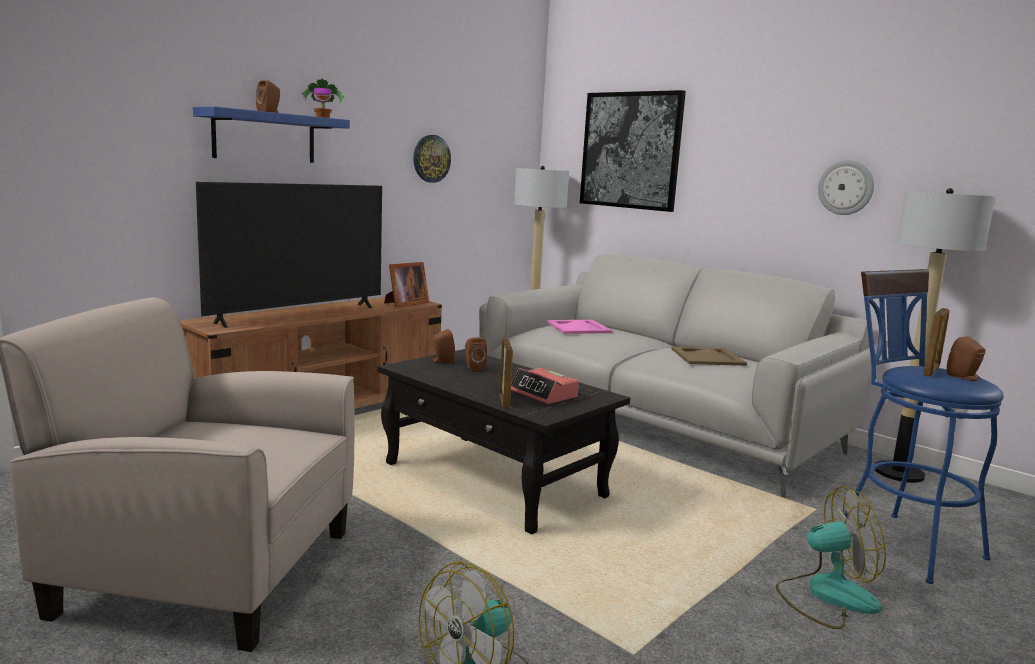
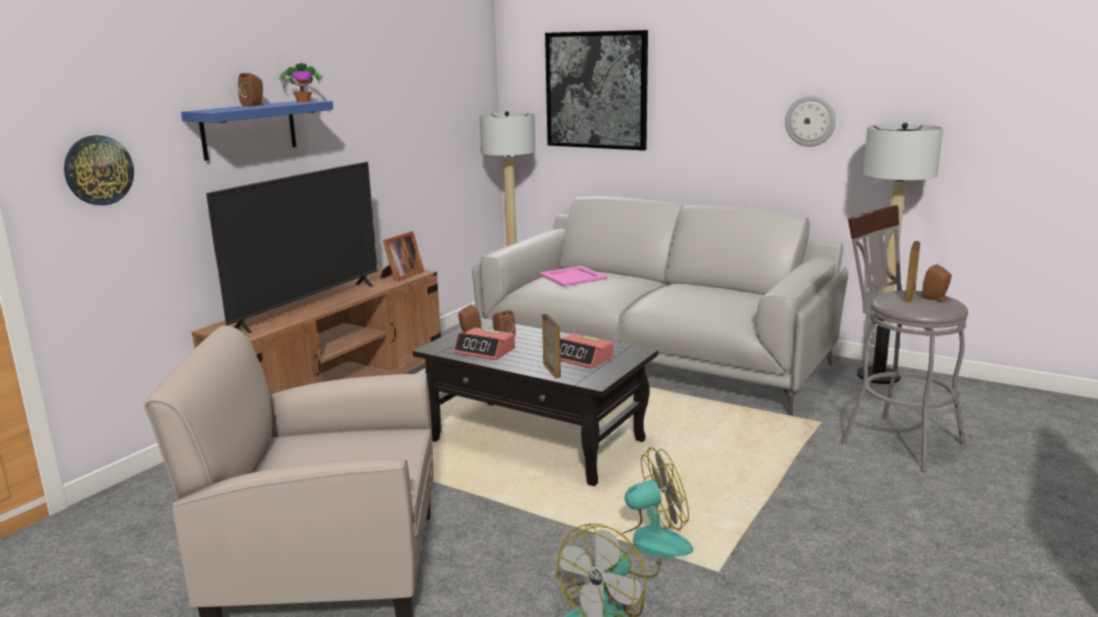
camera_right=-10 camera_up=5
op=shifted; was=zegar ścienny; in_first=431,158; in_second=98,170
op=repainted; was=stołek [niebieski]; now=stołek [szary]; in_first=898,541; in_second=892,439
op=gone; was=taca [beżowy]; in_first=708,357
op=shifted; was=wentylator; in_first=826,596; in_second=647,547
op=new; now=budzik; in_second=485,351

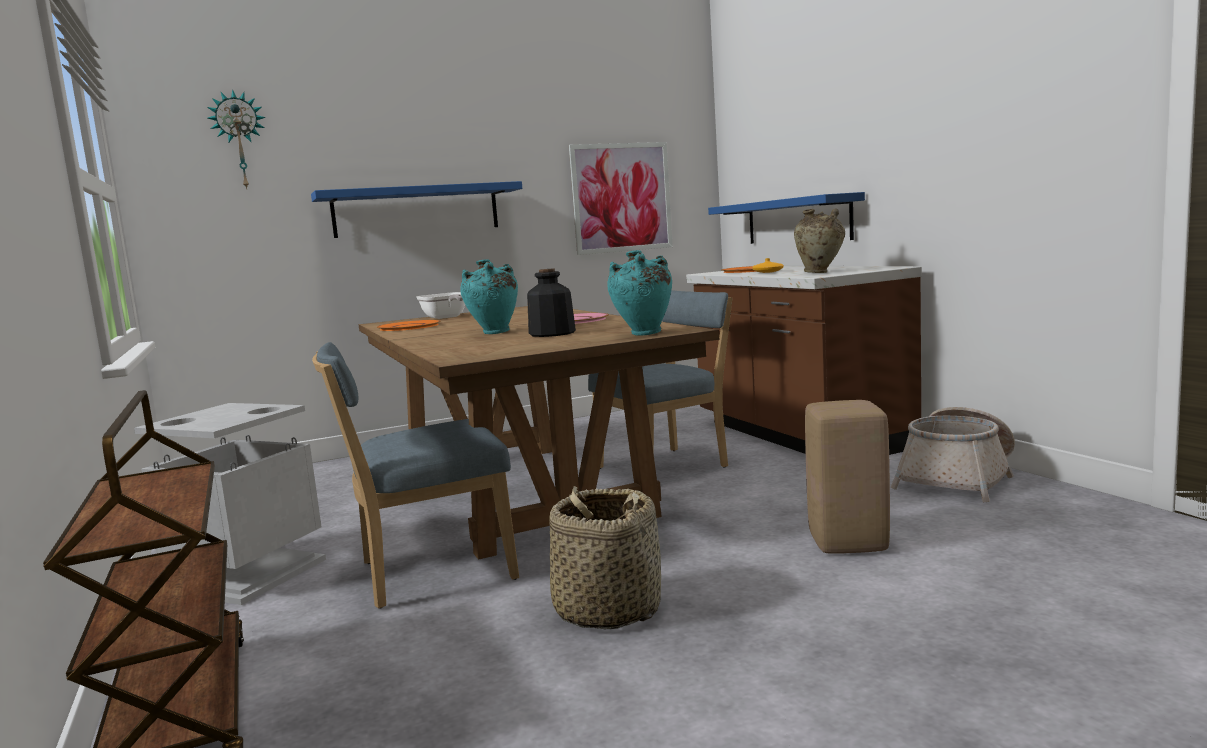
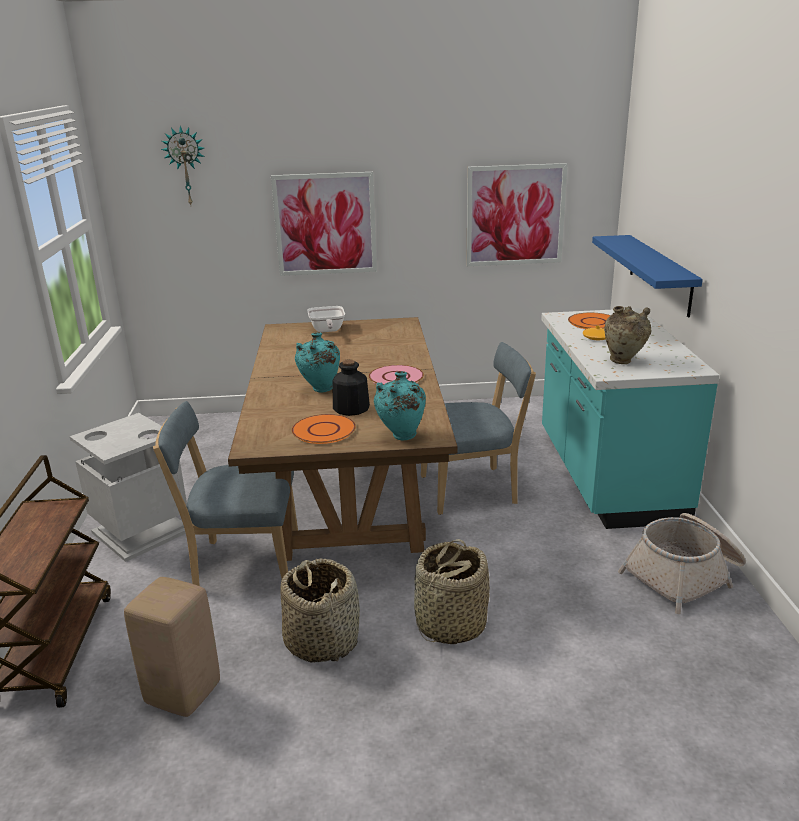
camera_right=20 camera_up=15
op=swapped; was=półka [niebieski]; now=obraz; in_first=416,210; in_second=325,224
op=repainted; was=zabudowa kuchenna [brązowy]; now=zabudowa kuchenna [turkusowy]; in_first=798,436; in_second=606,476
op=shifted; was=talerz [pomarańczowy]; in_first=409,327; in_second=323,430
op=shifted; was=stołek [beżowy]; in_first=848,542; in_second=184,692
op=new; now=koszyk; in_second=450,624

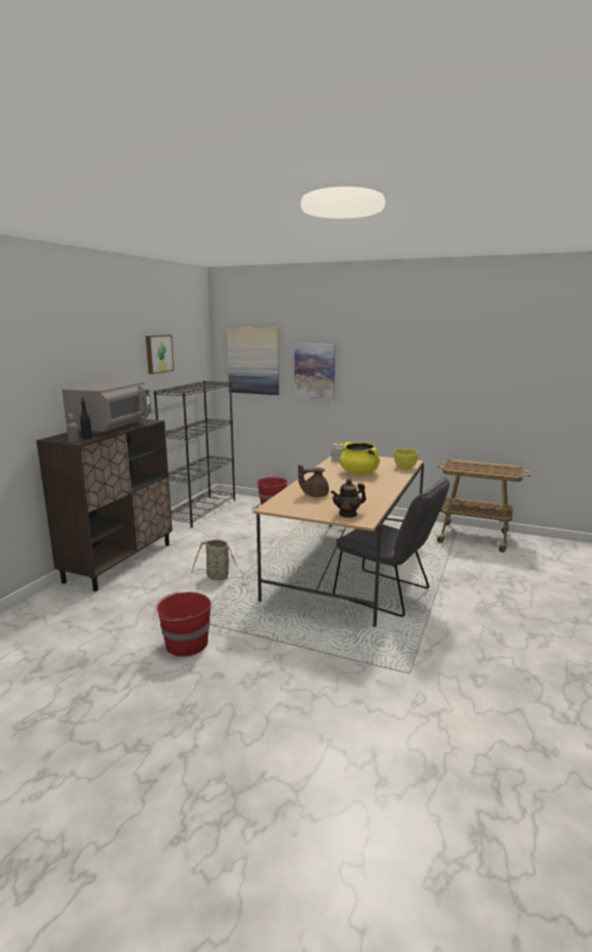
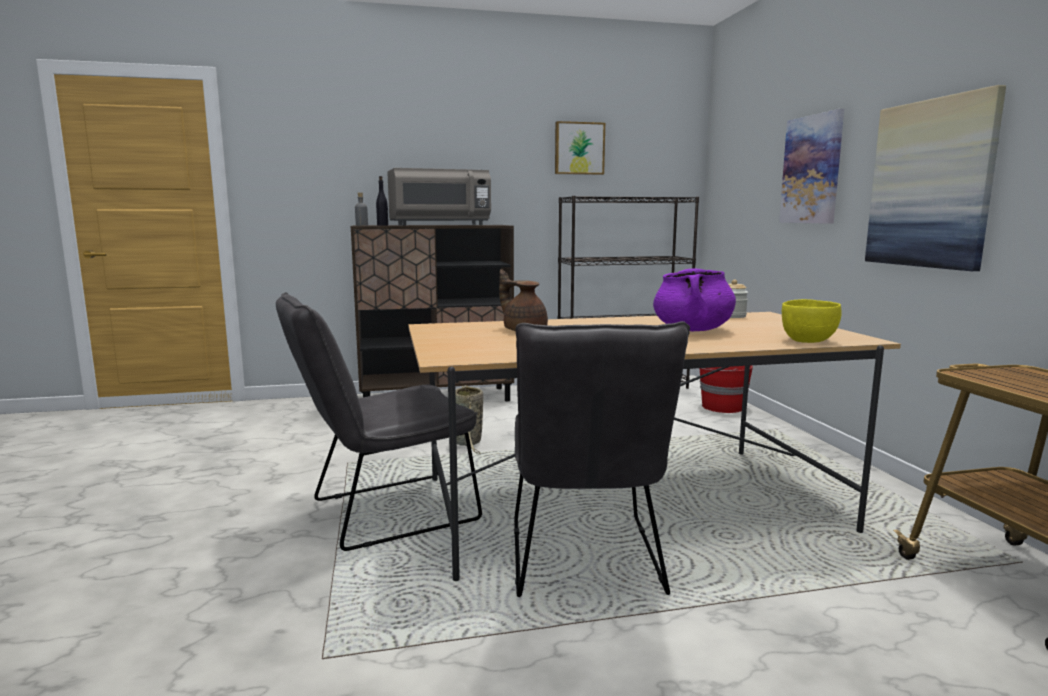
camera_right=55 camera_up=-5
op=shifted; was=obraz; in_first=253,360; in_second=930,184
op=repainted; was=garnek [żółty]; now=garnek [fioletowy]; in_first=359,473; in_second=692,330
op=gone; was=imbryk; in_first=348,514
op=gone; was=wiadro [czerwony]; in_first=185,644
op=new; now=krzesło [szary]; in_second=383,513

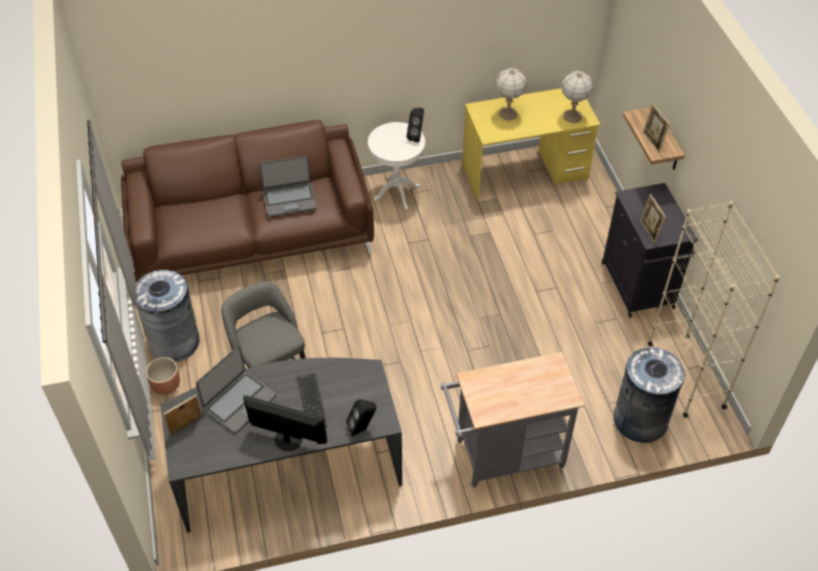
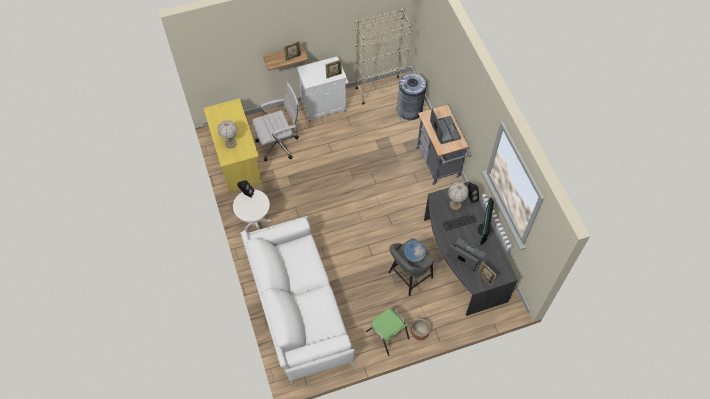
camera_right=-95 camera_up=10
op=shifted; was=lampa stołowa; in_first=572,117; in_second=455,205
op=repainted; was=kanapa [brązowy]; now=kanapa [biały]; in_first=252,236; in_second=298,306
op=shifted; was=laptop; in_first=289,200; in_second=444,130
op=repainted; was=szafka [czarny]; now=szafka [biały]; in_first=638,286; in_second=324,107
op=swapped; was=kosz na śmieci [szary]; now=krzesło [zielony]; in_first=174,342; in_second=388,335
op=new; now=krzesło biurowe [biały]; in_second=279,144
op=new; now=globus; in_second=414,256

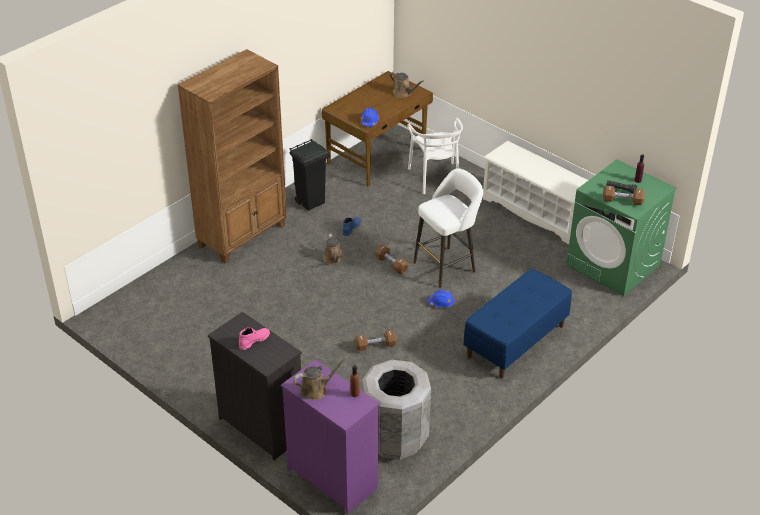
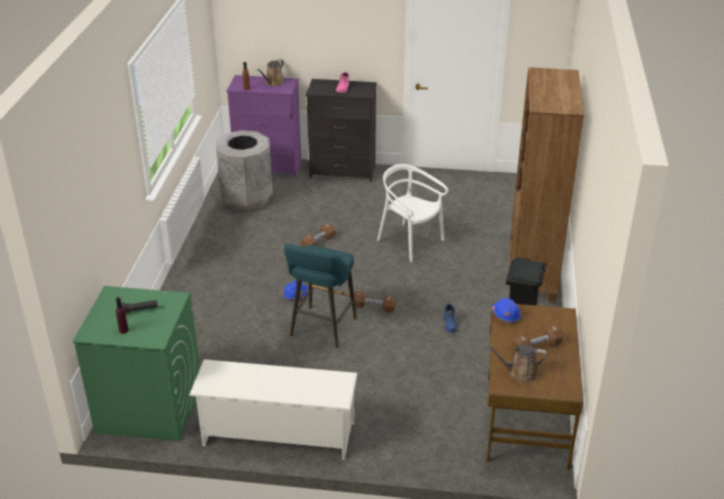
camera_right=145 camera_up=-5
op=shifted; was=krzesło [biały]; in_first=435,178; in_second=410,242
op=repainted; was=stołek [biały]; now=stołek [turkusowy]; in_first=447,266; in_second=321,329
op=shifted; was=hantel [brązowy]; in_first=622,201; in_second=536,347
op=gone; was=konewka [brązowy]; in_first=333,259
op=gone; was=ławka [niebieski]; in_first=516,341

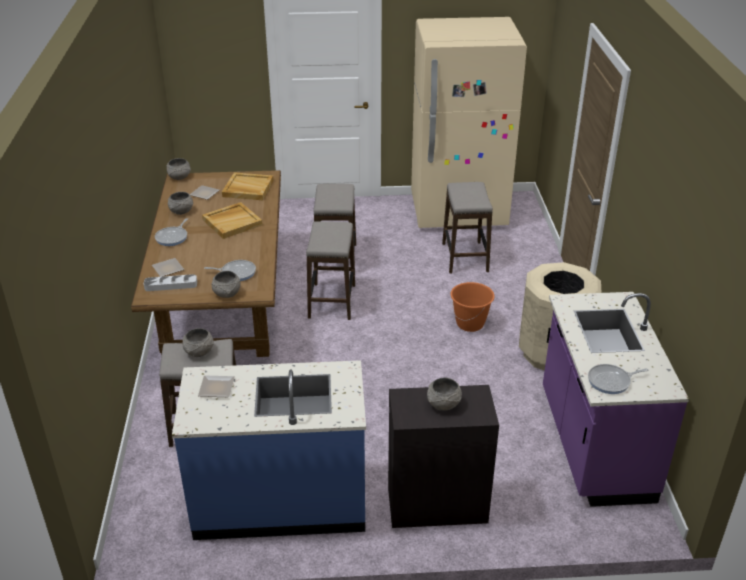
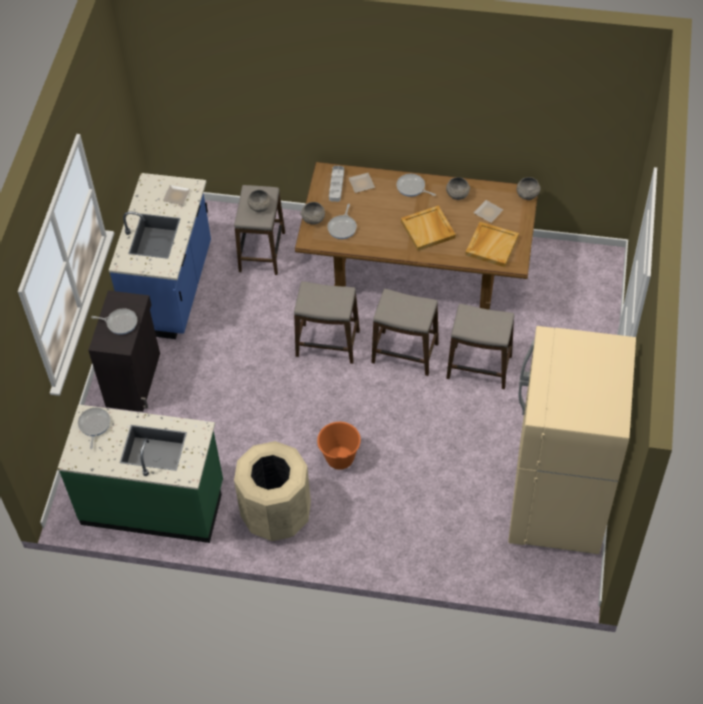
camera_right=105 camera_up=20
op=shifted; was=stołek; in_first=465,257; in_second=328,344
op=repainted; was=zabudowa kuchenna [fioletowy]; now=zabudowa kuchenna [zielony]; in_first=593,445; in_second=153,503
op=swapped; was=miska [szary]; now=patelnia; in_first=443,404; in_second=120,322

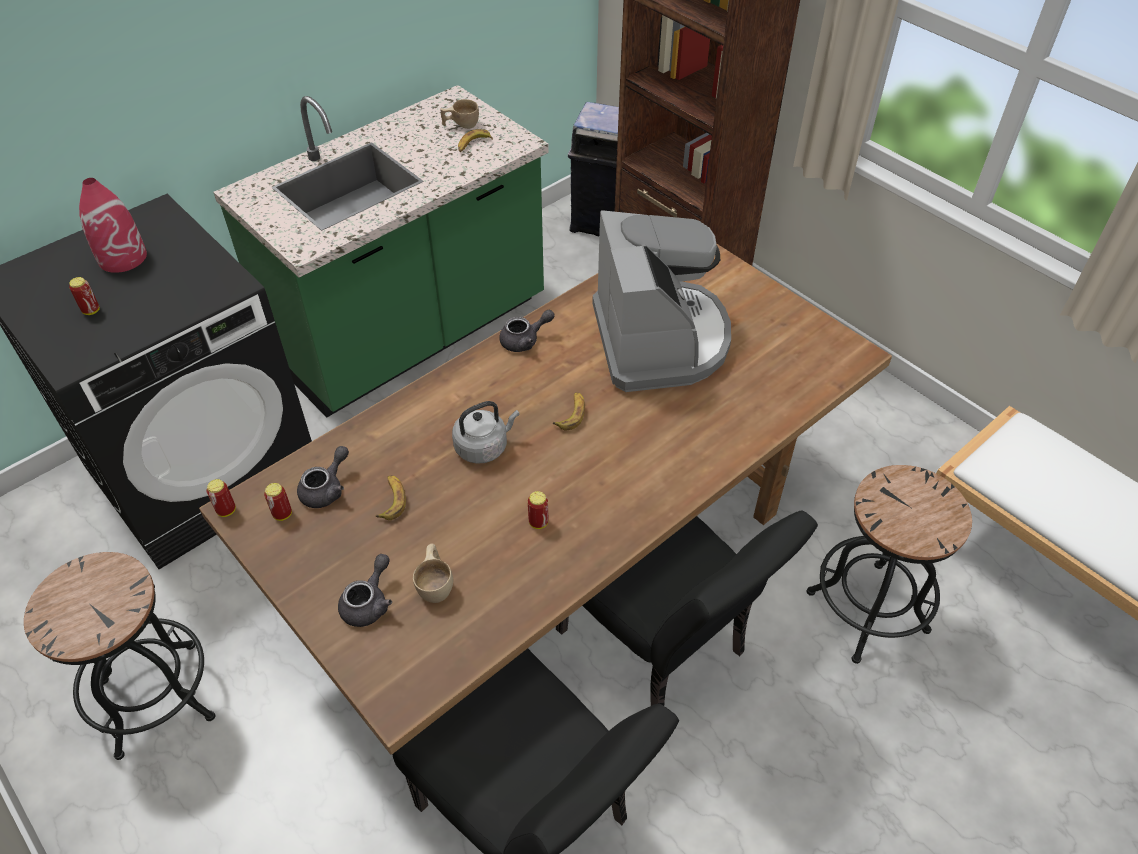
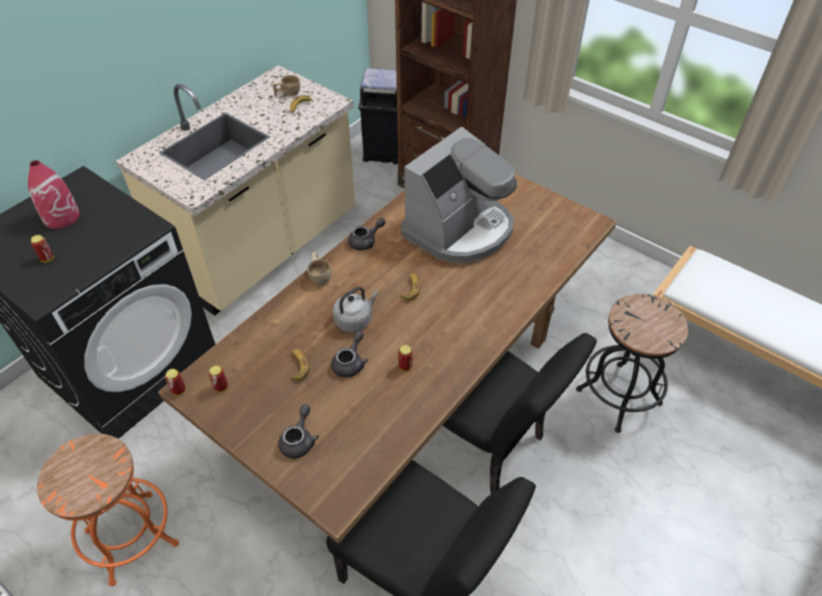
camera_right=-10 camera_up=0
op=repainted; was=zabudowa kuchenna [zielony]; now=zabudowa kuchenna [beżowy]; in_first=413,335; in_second=266,248
op=rotated; was=ekspres do kawy; in_first=660,340; in_second=459,229; clockwise=60
op=shifted; was=imbryk [szary]; in_first=326,489; in_second=350,363
op=shifted; was=filiżanka [beżowy]; in_first=436,583; in_second=320,276
op=repainted; was=stołek [czarny]; now=stołek [pomarańczowy]; in_first=157,698; in_second=132,537

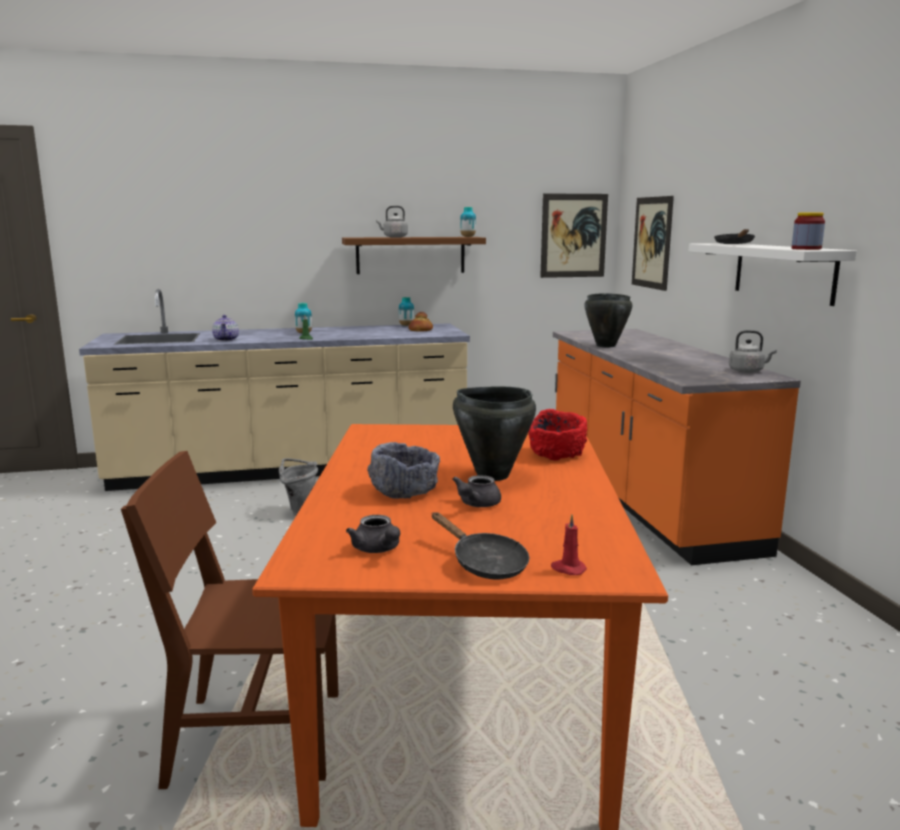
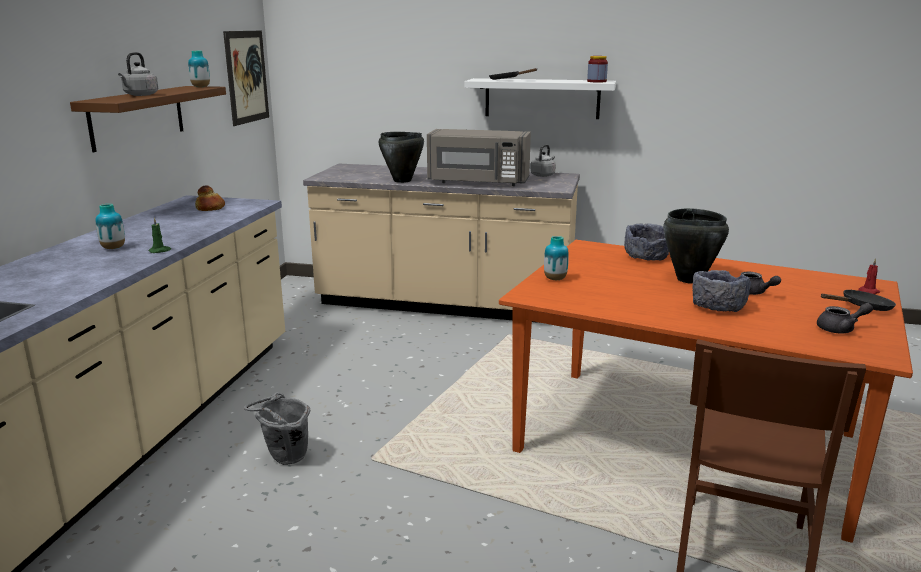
camera_right=-65 camera_up=5
op=gone; was=obraz; in_first=652,242
op=shifted; was=wazon; in_first=406,325; in_second=555,279
op=gone; was=imbryk; in_first=226,339
op=repainted; was=zabudowa kuchenna [pomarańczowy]; now=zabudowa kuchenna [beżowy]; in_first=644,500; in_second=445,305
op=repainted; was=miska [czerwony]; now=miska [szary]; in_first=557,454; in_second=646,257
op=new; now=mikrofalówka [szary]; in_second=478,182

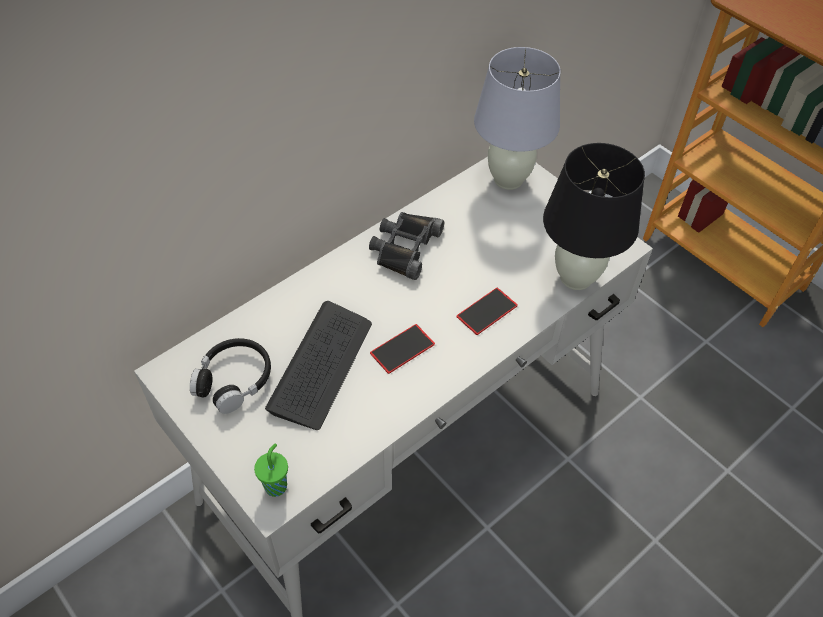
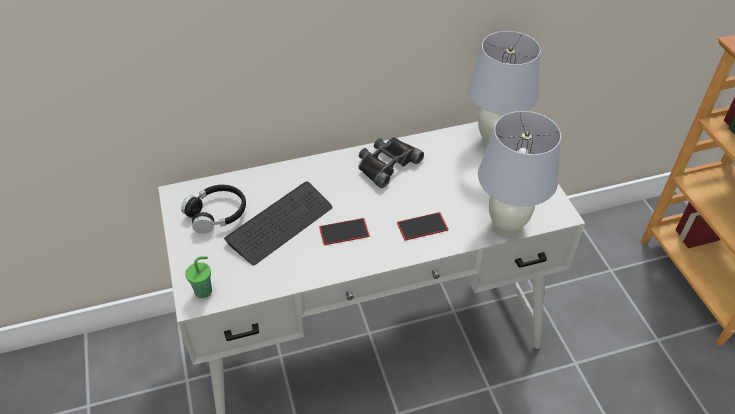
camera_right=25 camera_up=-5
op=repainted; was=lampa stołowa [czarny]; now=lampa stołowa [biały]; in_first=575,277; in_second=506,224

